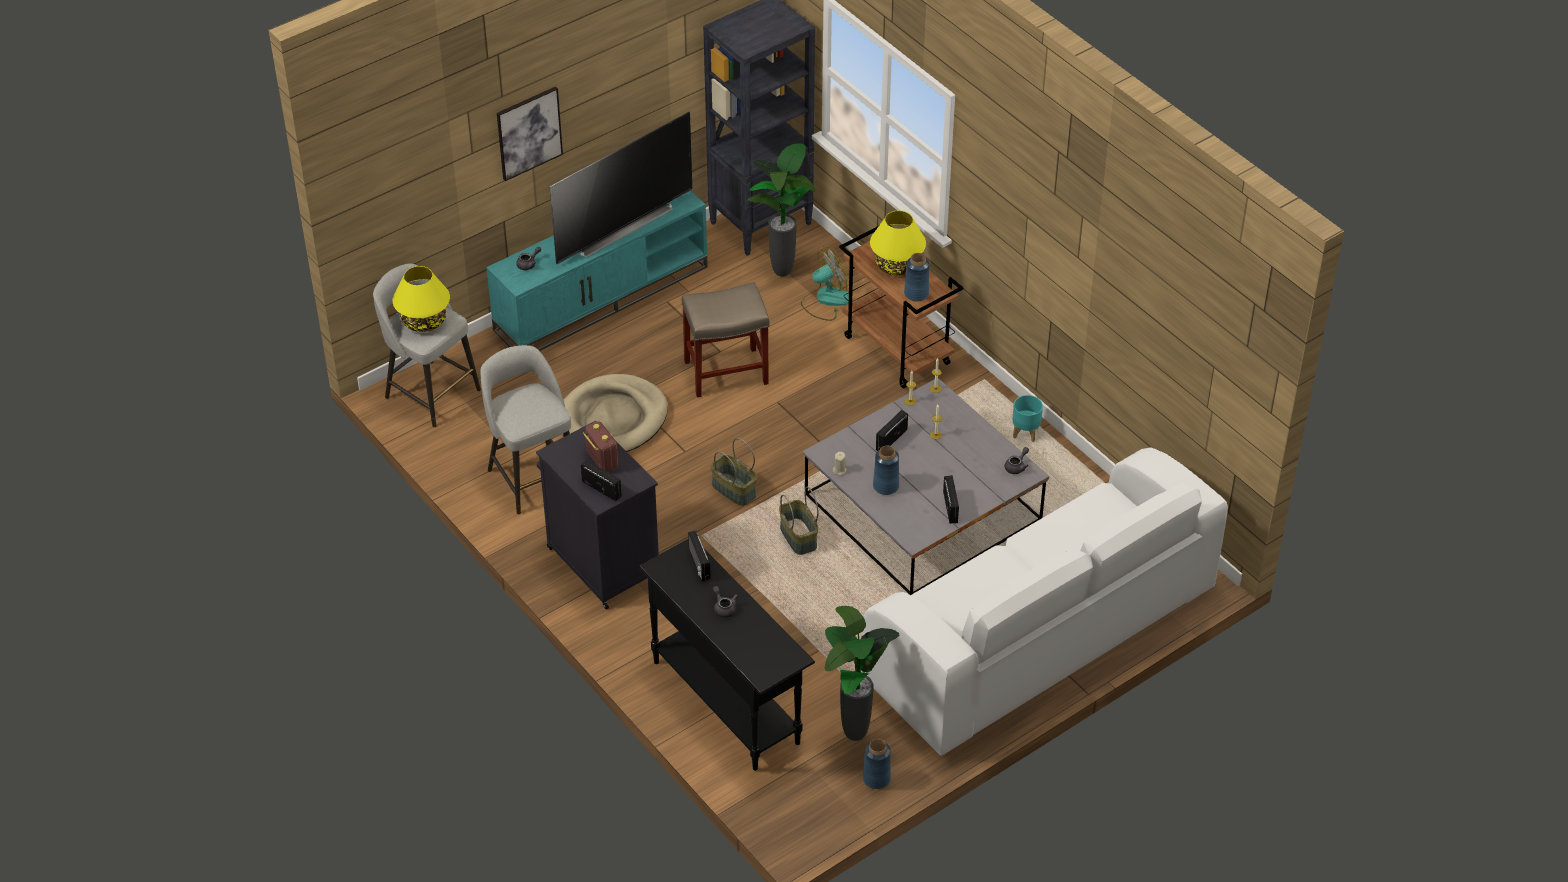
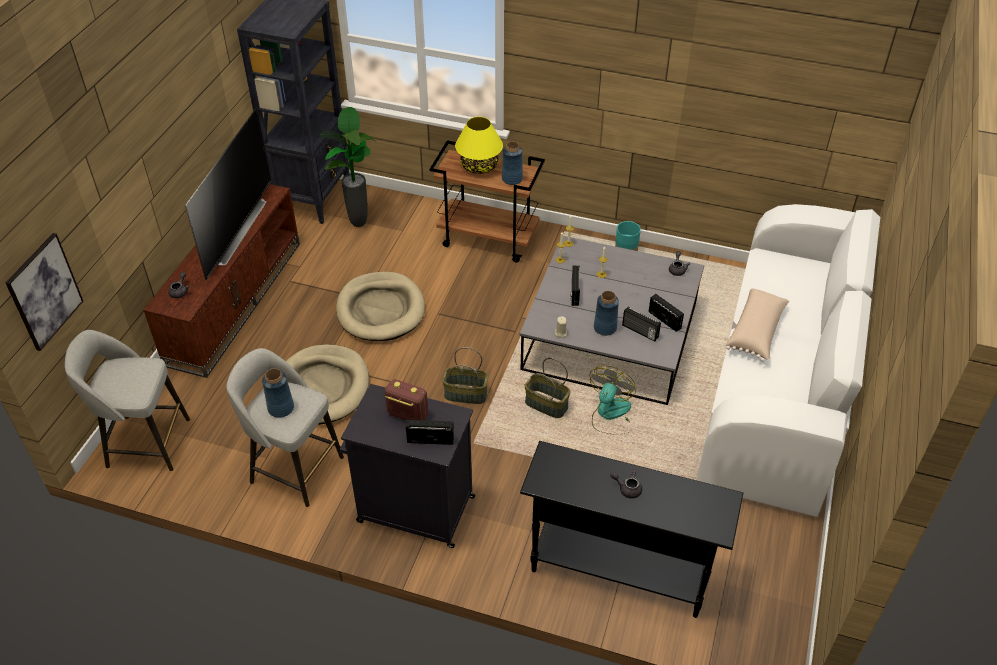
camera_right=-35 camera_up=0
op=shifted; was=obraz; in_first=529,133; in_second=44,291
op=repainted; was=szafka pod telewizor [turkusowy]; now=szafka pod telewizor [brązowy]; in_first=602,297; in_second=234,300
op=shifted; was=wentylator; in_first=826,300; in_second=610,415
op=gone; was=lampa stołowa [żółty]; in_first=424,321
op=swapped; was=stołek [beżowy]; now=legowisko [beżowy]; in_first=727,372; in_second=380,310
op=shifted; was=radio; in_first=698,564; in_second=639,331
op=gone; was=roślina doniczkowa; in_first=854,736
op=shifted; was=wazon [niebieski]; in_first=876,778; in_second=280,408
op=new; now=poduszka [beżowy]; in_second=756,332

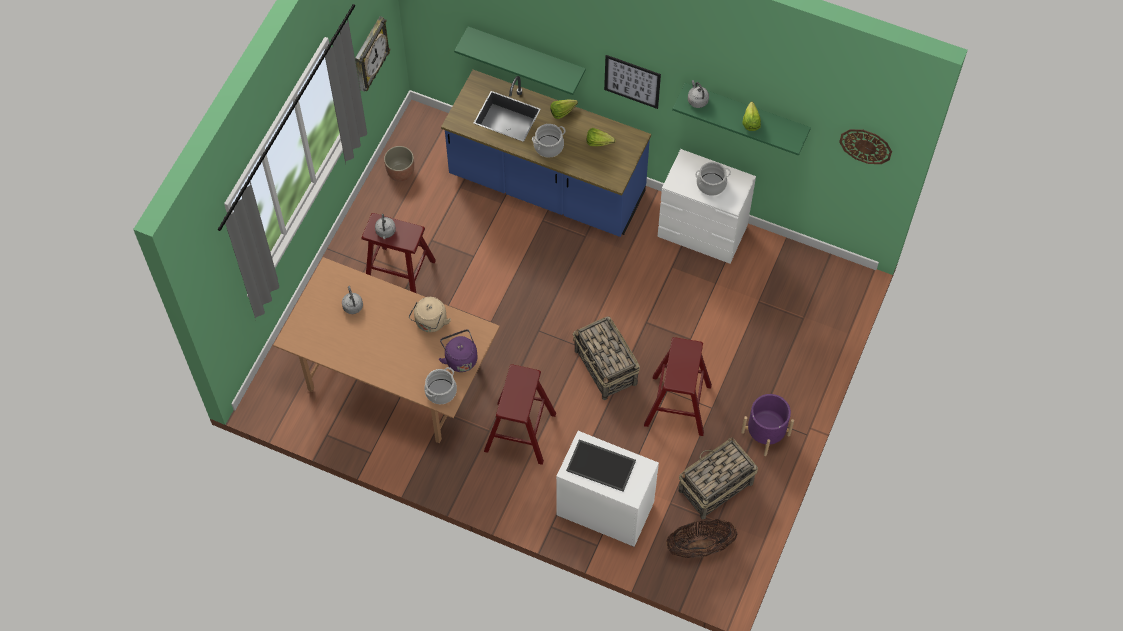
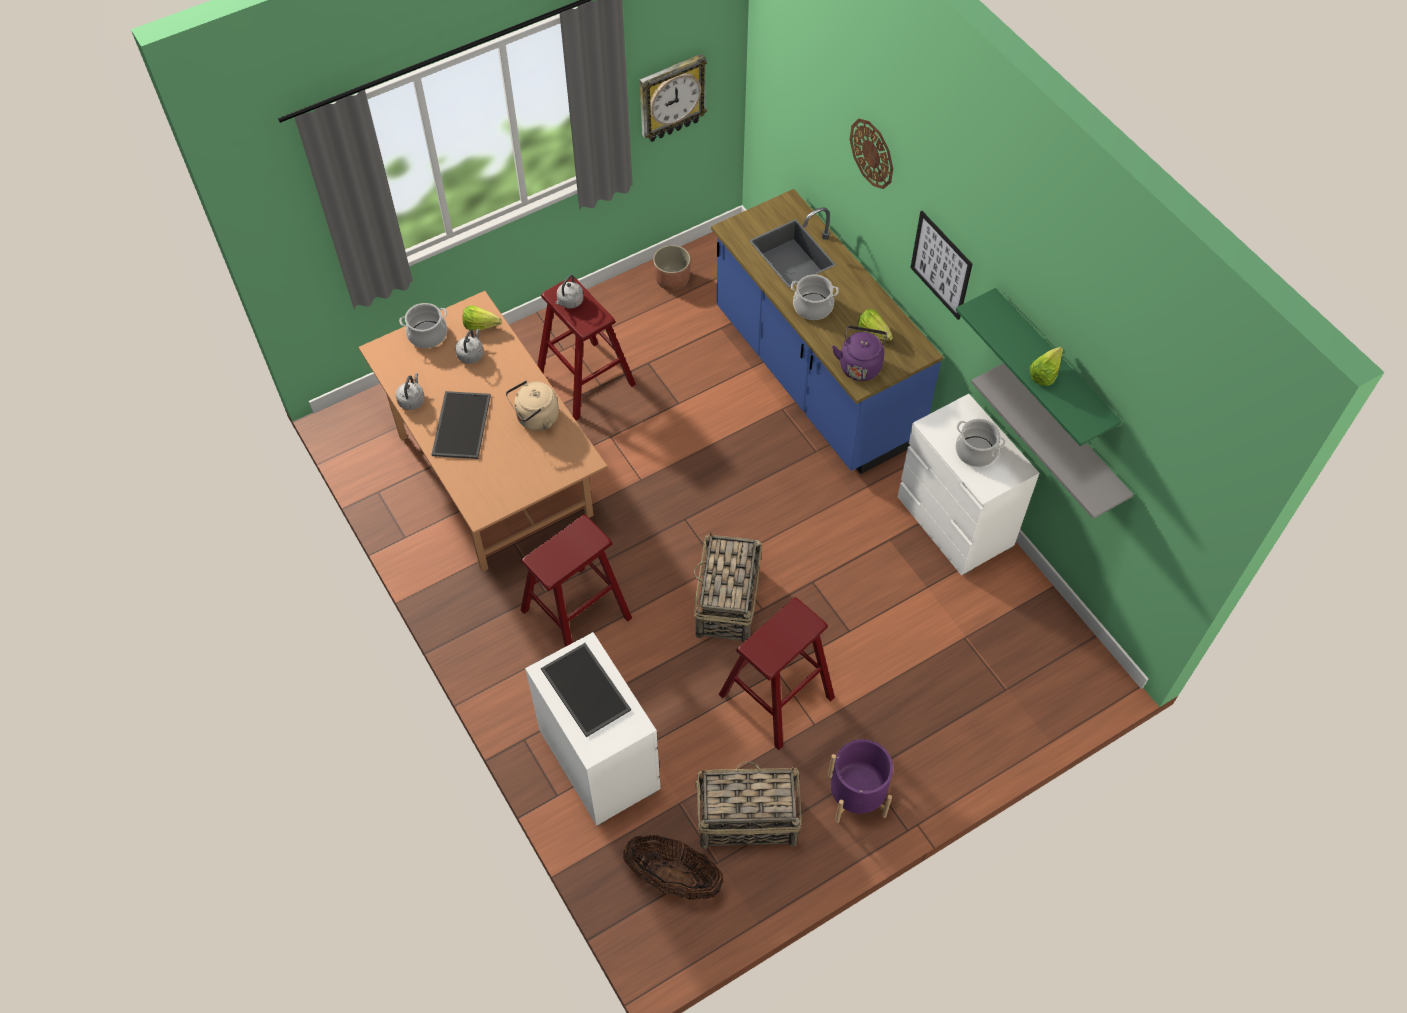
camera_right=35 camera_up=-5
op=gone; was=półka [zielony]; in_first=526,55
op=shifted; was=czajnik [szary]; in_first=697,100; in_second=412,400
op=shifted; was=sałata; in_first=564,112; in_second=483,327
op=shifted; was=zegar ścienny; in_first=866,145; in_second=872,153
op=shifted; was=czajnik [fioletowy]; in_first=460,358; in_second=860,365
op=shifted; was=garnek; in_first=441,391; in_second=427,335
op=new; now=półka [szary]; in_second=1065,438
op=new; now=taca; in_second=460,424

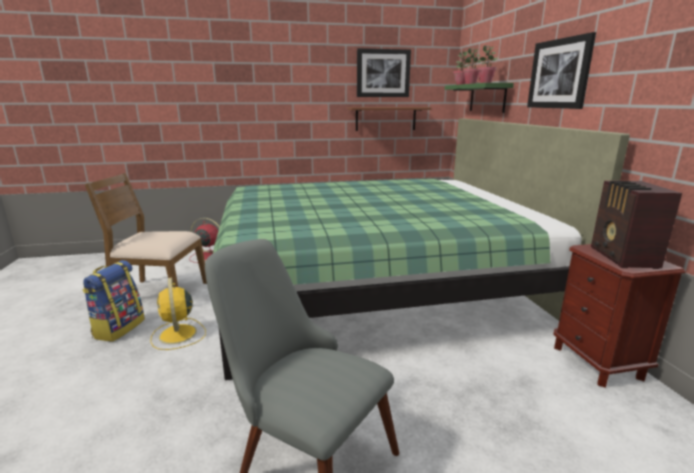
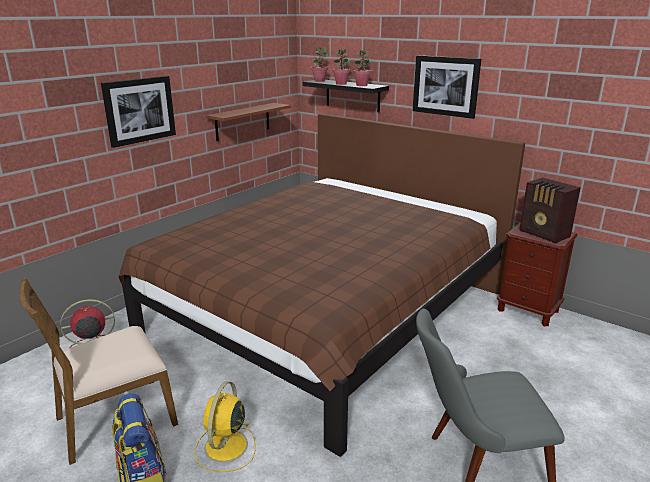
camera_right=-40 camera_up=5
op=shifted; was=obraz; in_first=383,73; in_second=139,110
op=repainted; was=półka [zielony]; now=półka [czarny]; in_first=487,98; in_second=352,95
op=repainted; was=łóżko [zielony]; now=łóżko [brązowy]; in_first=375,285; in_second=325,310
op=rotated; was=wentylator [żółty]; in_first=178,335; in_second=225,447; clockwise=75

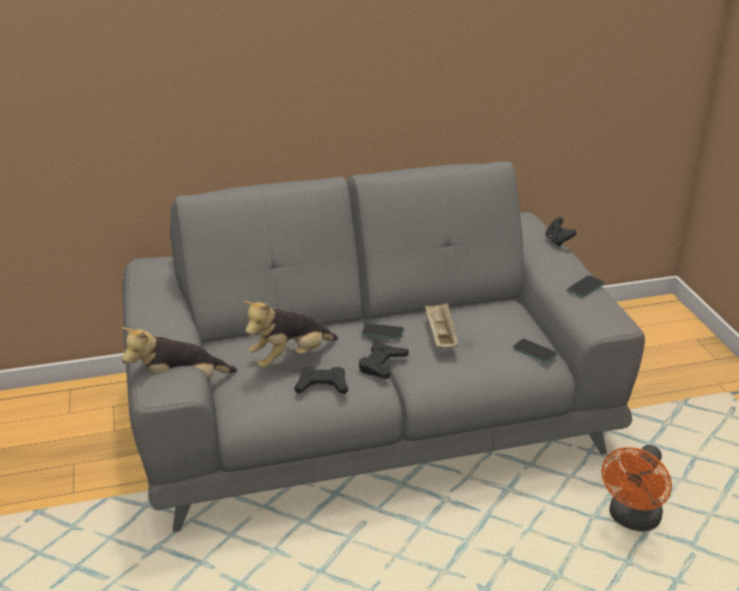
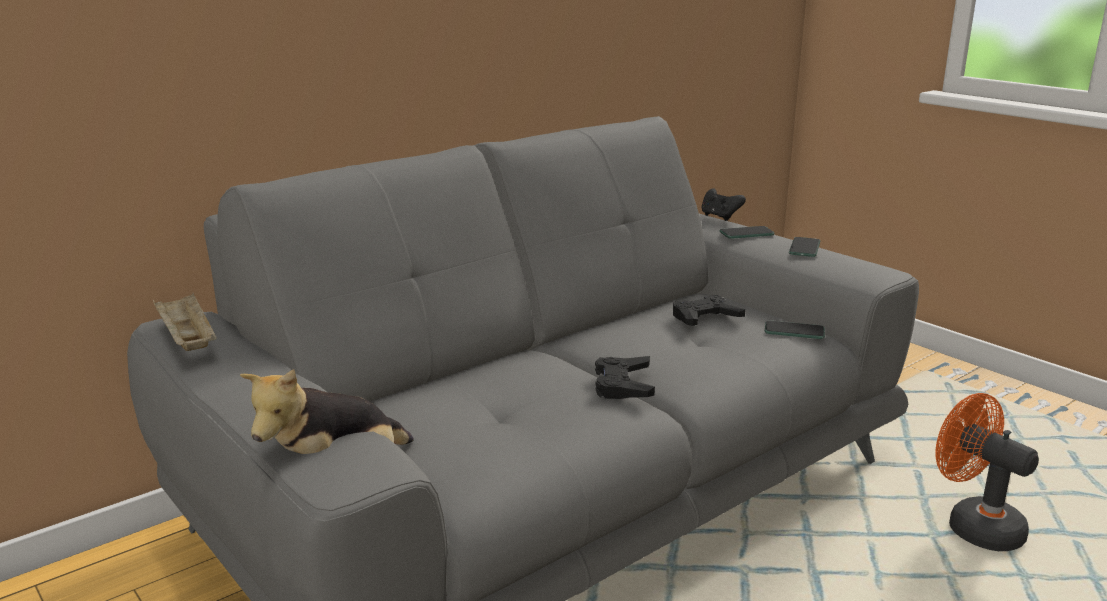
camera_right=-25 camera_up=-10
op=gone; was=pluszak; in_first=290,358
op=shifted; was=taca [beżowy]; in_first=440,336; in_second=187,340
op=shifted; was=telefon; in_first=382,332; in_second=746,233
op=shifted; was=pad do gier [czarny]; in_first=322,385; in_second=705,317
op=rotated; was=wentylator [pomarańczowy]; in_first=632,519; in_second=974,525; clockwise=135

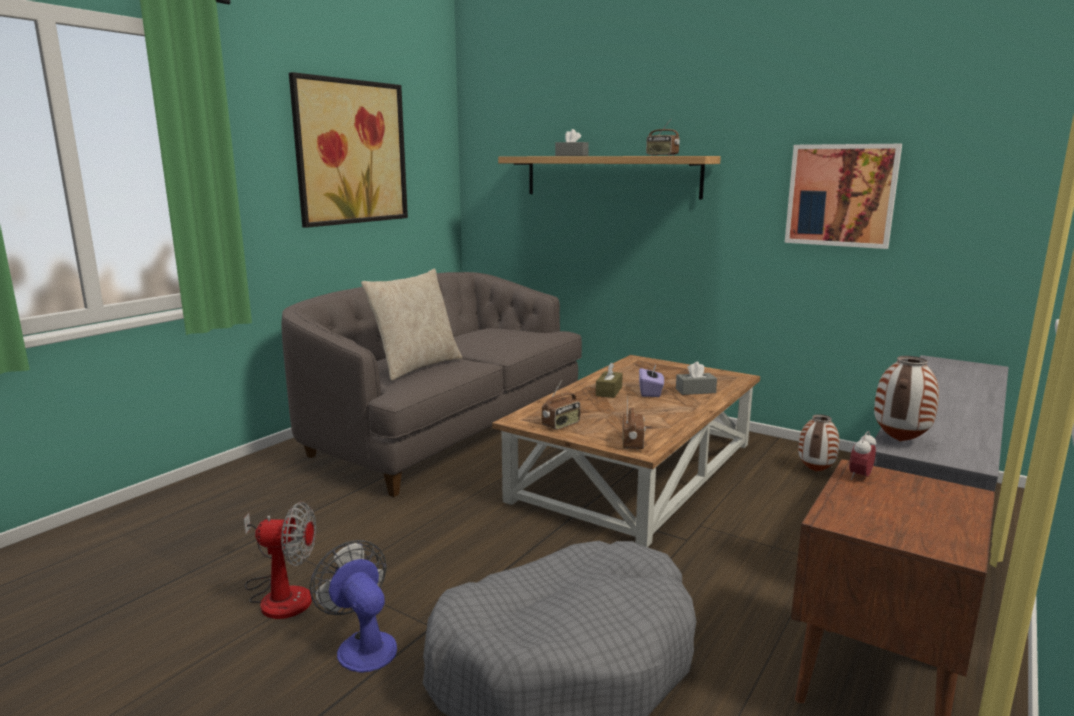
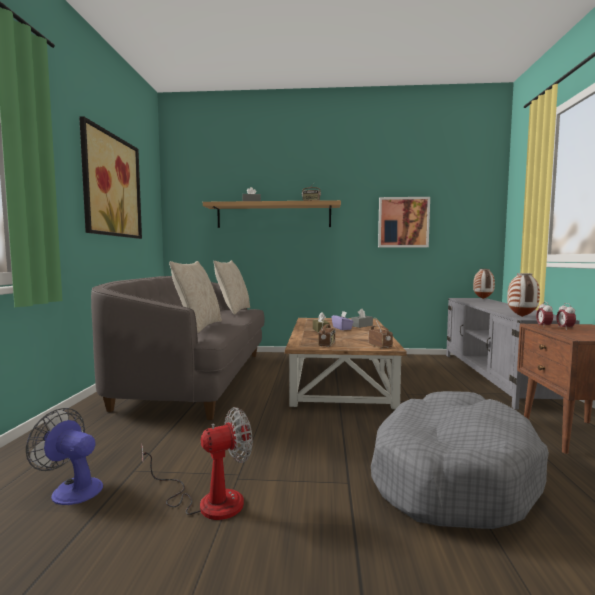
camera_right=-30 camera_up=-10
op=shifted; was=wazon; in_first=815,471; in_second=482,298
op=shifted; was=wentylator; in_first=362,645; in_second=71,489
op=new; now=poduszka [beżowy]; in_second=233,311
op=new; now=budzik; in_second=565,329

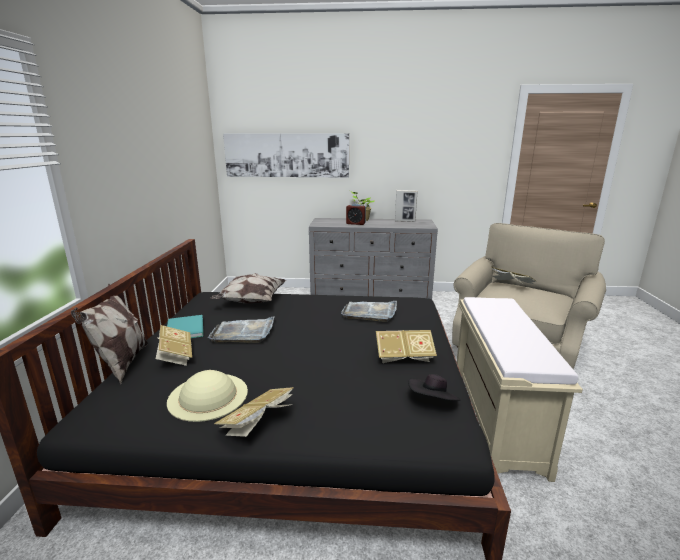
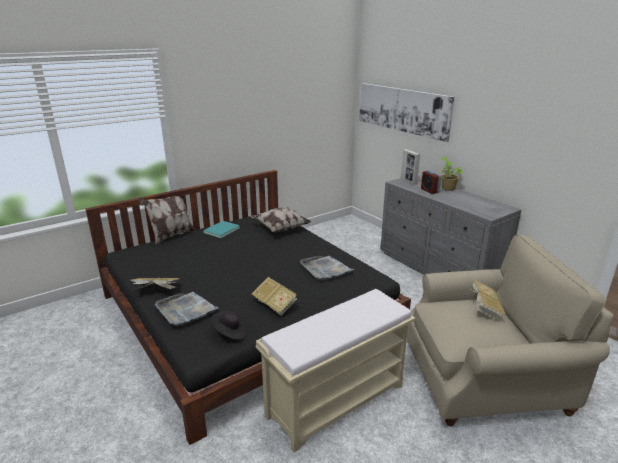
camera_right=50 camera_up=5
op=shifted; was=ramka na zdjęcie; in_first=405,221; in_second=408,181
op=shifted; was=taca [szary]; in_first=243,332; in_second=185,310
op=gone; was=książka; in_first=175,356
op=gone; was=kapelusz [beżowy]; in_first=208,396

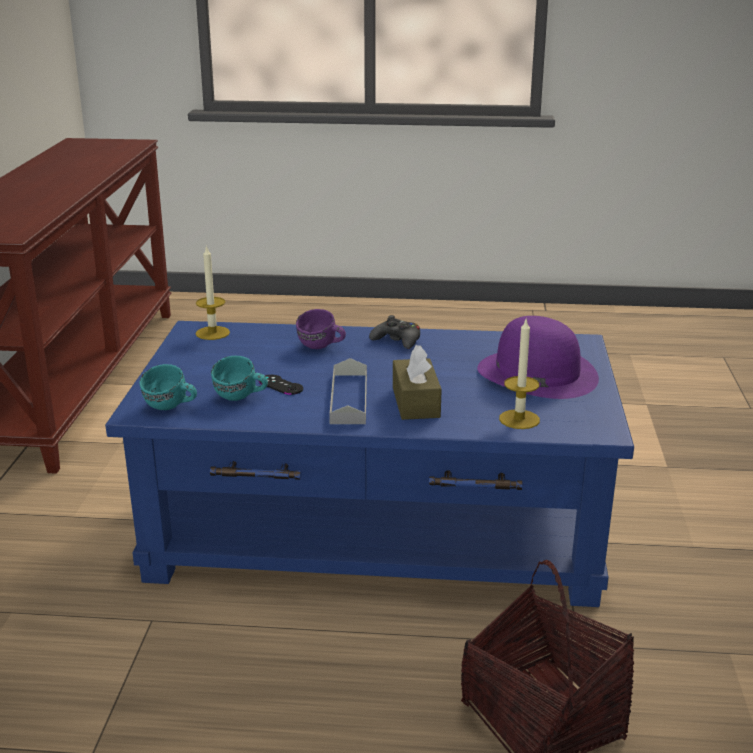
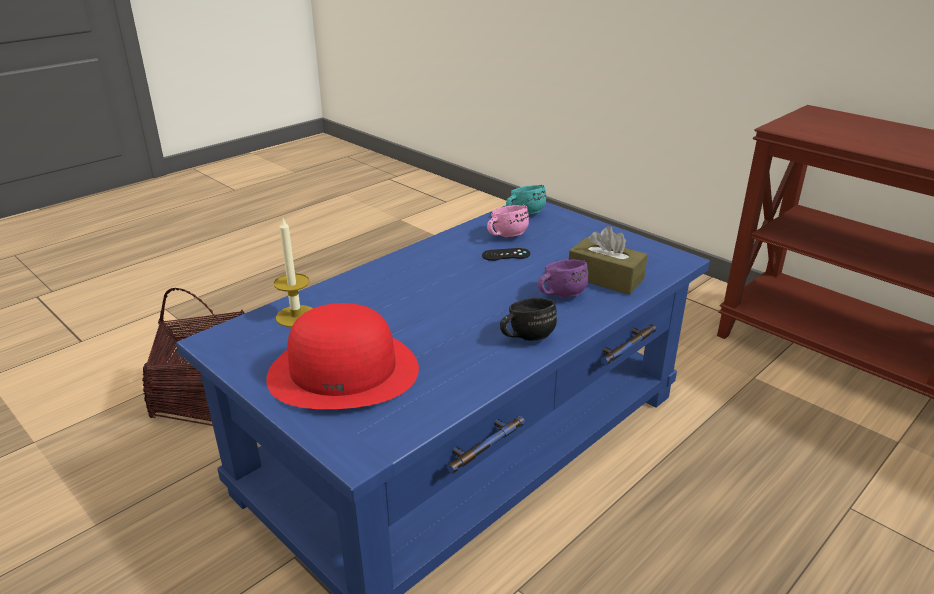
camera_right=130 camera_up=5
op=gone; was=świeca; in_first=212,333
op=swapped; was=pad do gier [czarny]; now=kubek [czarny]; in_first=397,341; in_second=525,336
op=repainted; was=kapelusz [fioletowy]; now=kapelusz [czerwony]; in_first=536,373; in_second=344,371
op=shifted; was=pudełko chusteczek [brązowy]; in_first=415,402; in_second=605,278
op=repainted; was=kubek [turkusowy]; now=kubek [różowy]; in_first=240,398; in_second=504,236
op=gone; was=taca [szary]; in_first=349,398

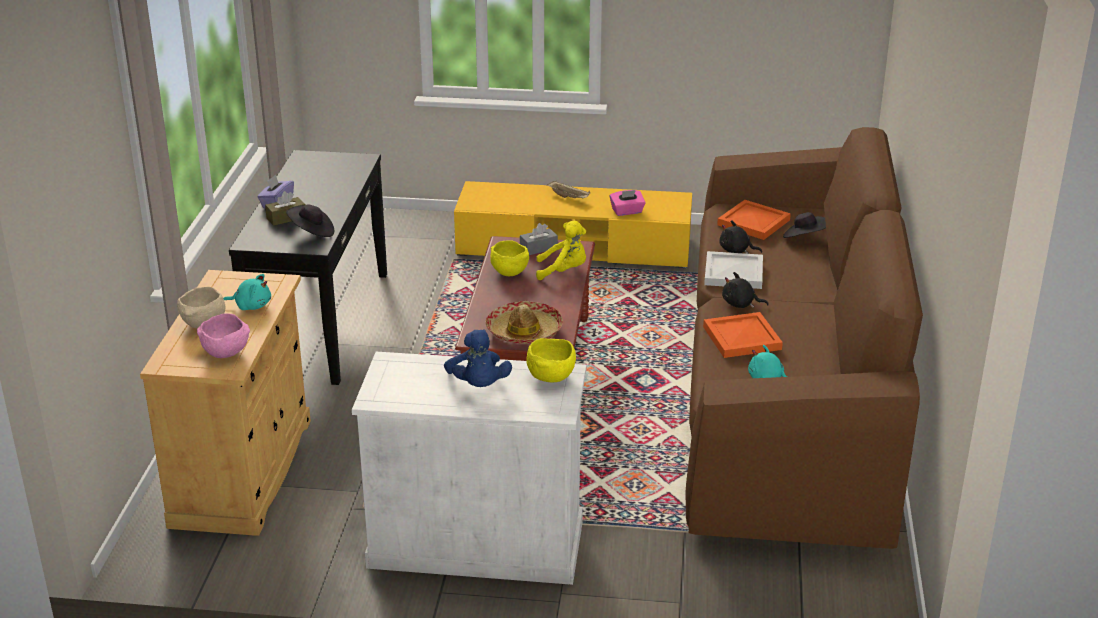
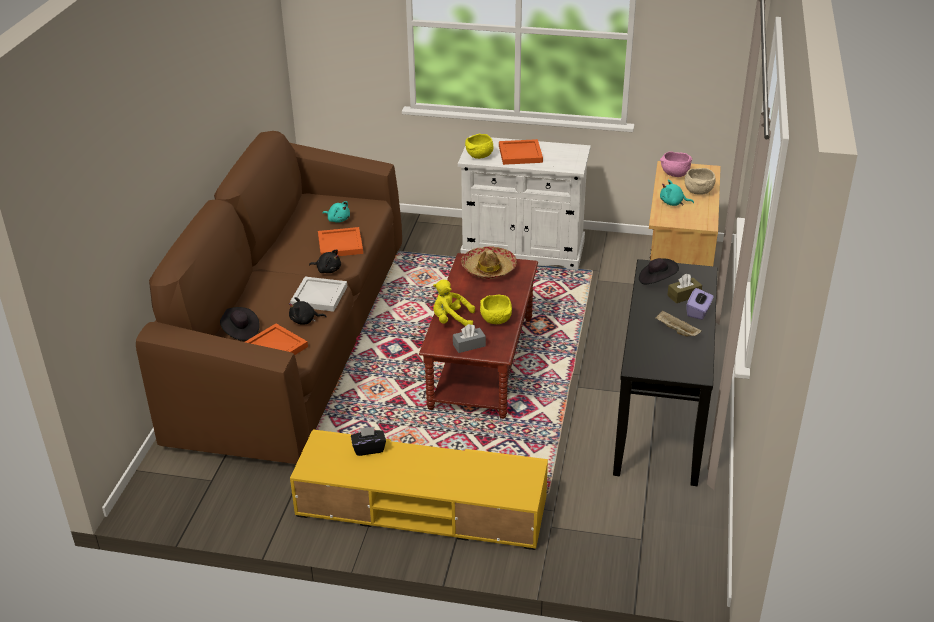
camera_right=-175 camera_up=5
op=shifted; was=taca [beżowy]; in_first=569,197; in_second=676,331
op=repainted; was=pudełko chusteczek [różowy]; now=pudełko chusteczek [czarny]; in_first=627,211; in_second=369,449
op=rotated; was=pluszak [czarny]; in_first=736,251; in_second=305,320; clockwise=150
op=swapped; was=pluszak [niebieski]; now=taca [pomarańczowy]; in_first=478,385; in_second=521,154

